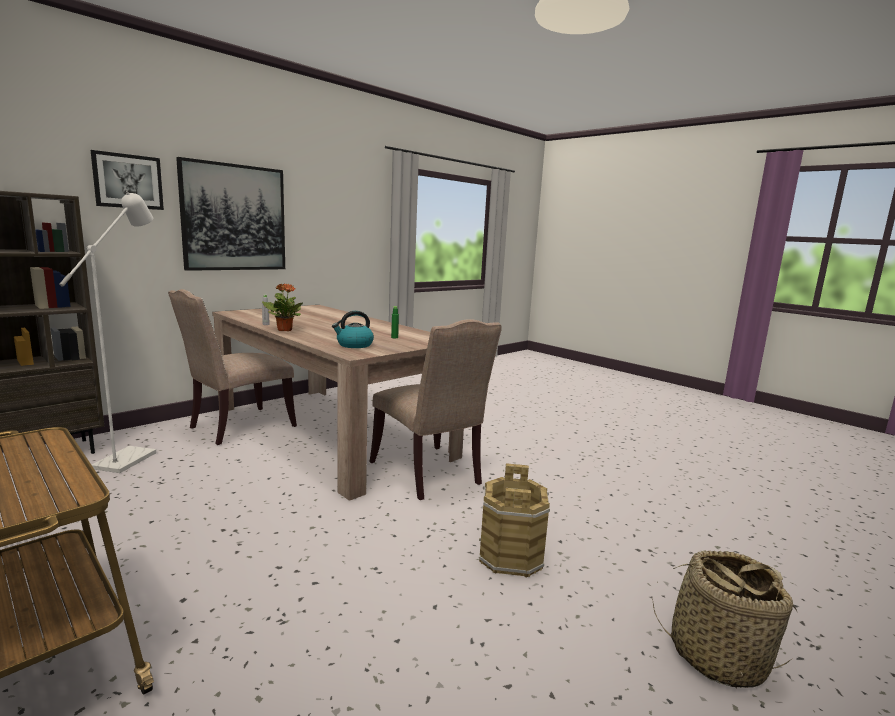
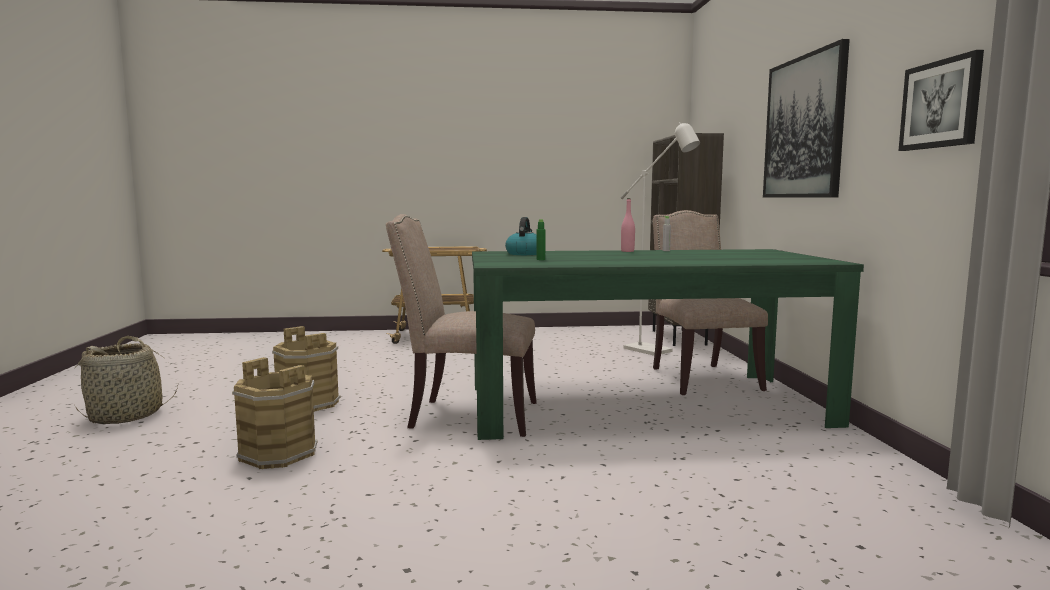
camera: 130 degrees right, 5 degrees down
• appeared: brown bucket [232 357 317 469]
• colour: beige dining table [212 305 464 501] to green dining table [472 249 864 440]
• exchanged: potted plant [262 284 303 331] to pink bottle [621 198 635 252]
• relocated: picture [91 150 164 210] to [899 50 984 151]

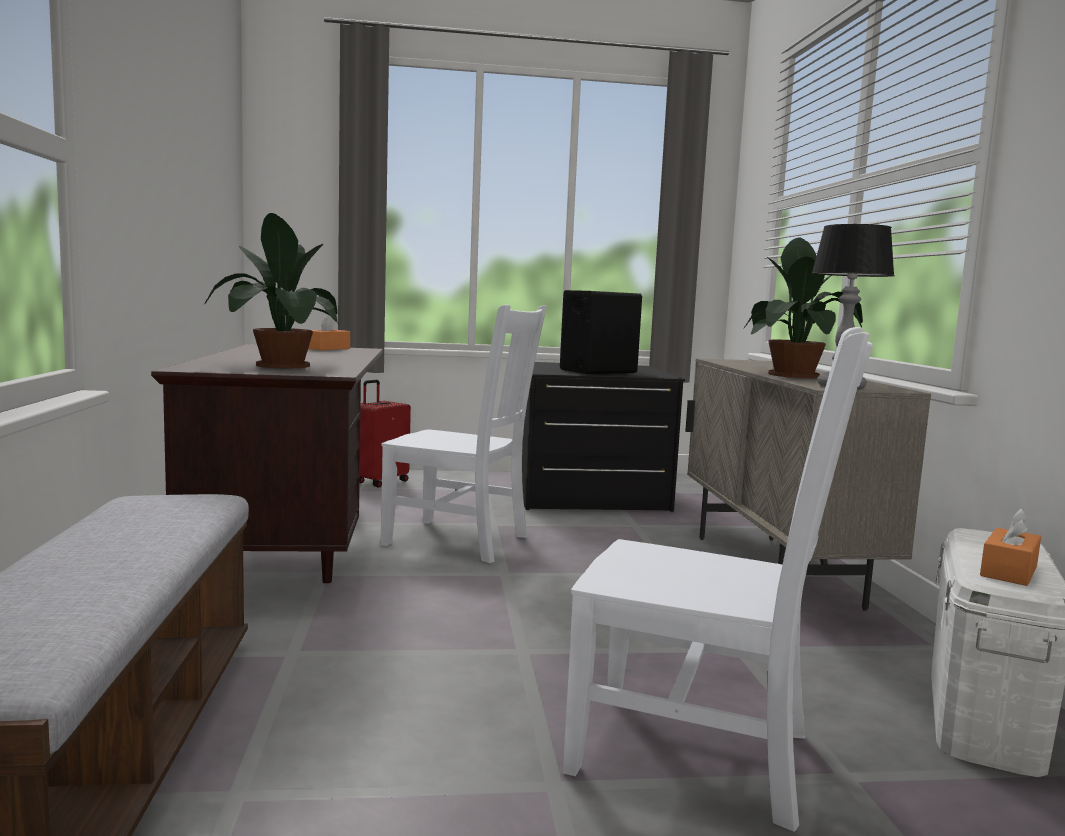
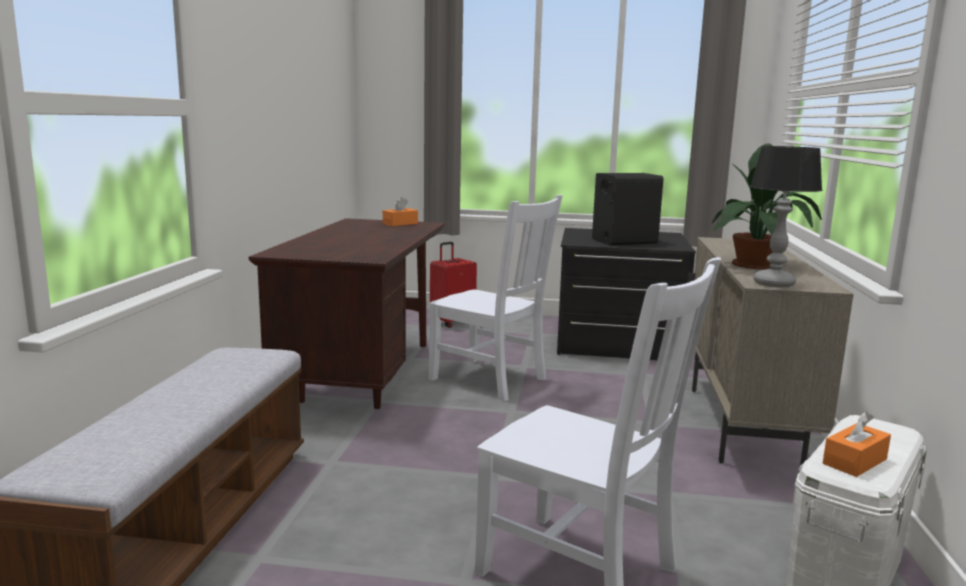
camera: 15 degrees right, 5 degrees up
• missing: potted plant [204 213 339 368]

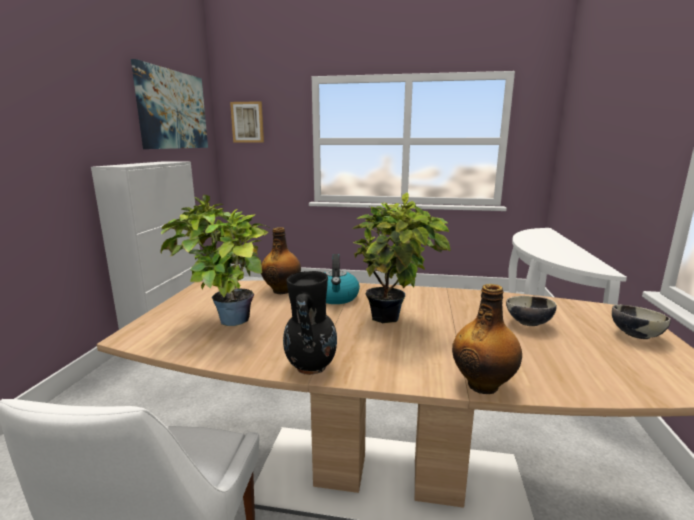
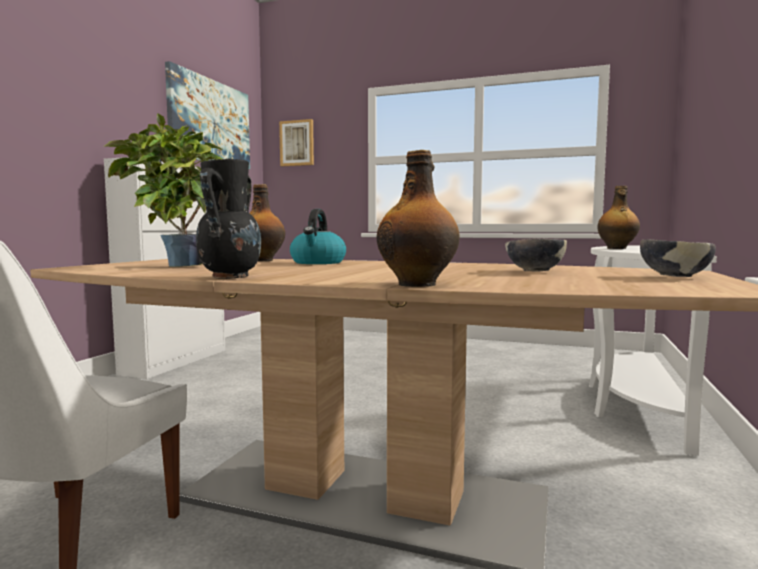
camera: 10 degrees right, 10 degrees down
• appeared: bottle [597 186 640 249]
• missing: potted plant [352 192 451 323]

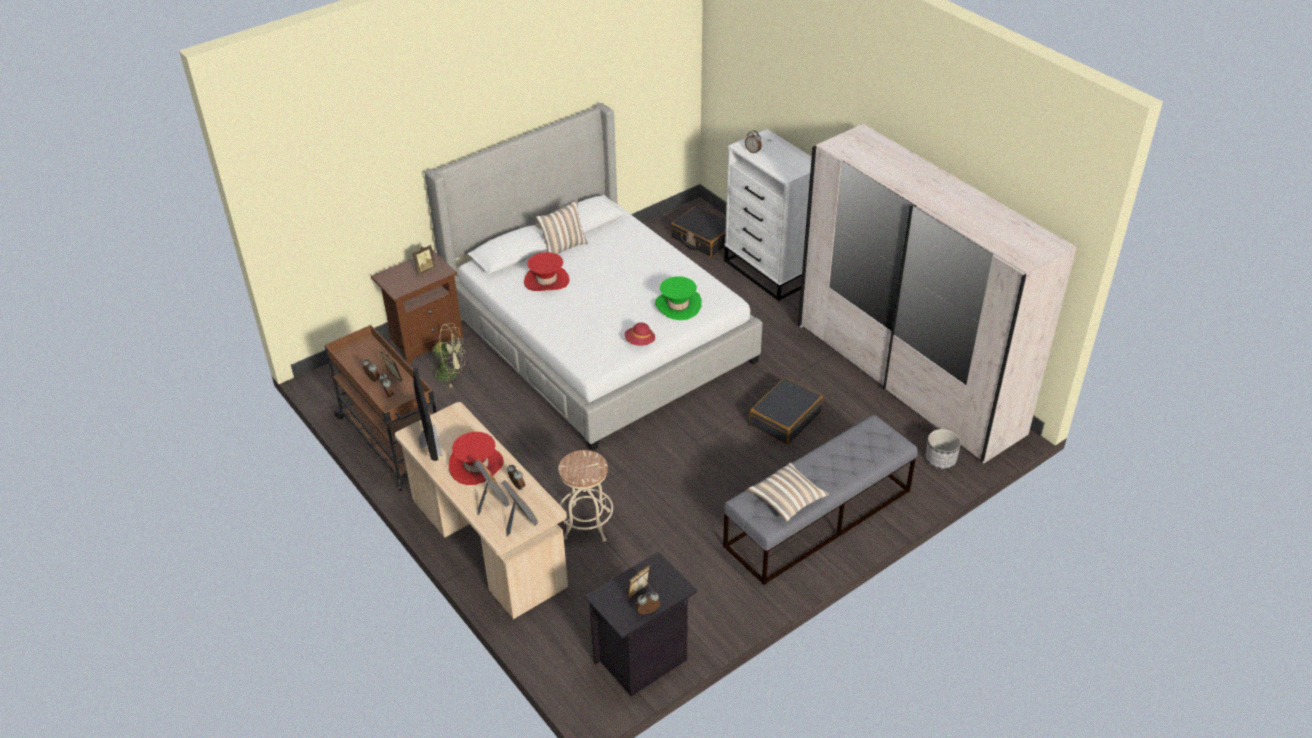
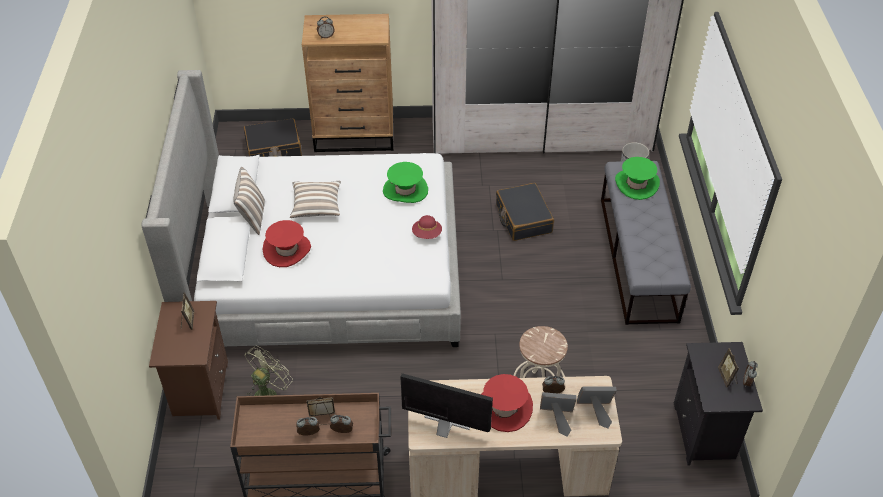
camera: 55 degrees left, 5 degrees up
• relocated: pillow [747 462 829 522] to [290 181 341 218]
• colour: white dresser [724 129 812 301] to brown dresser [302 14 394 152]
• appeared: green hat [615 157 660 200]

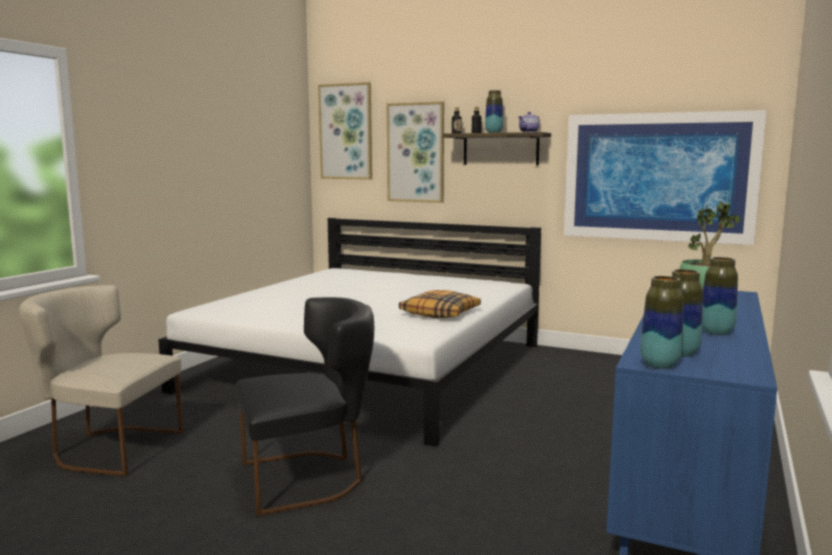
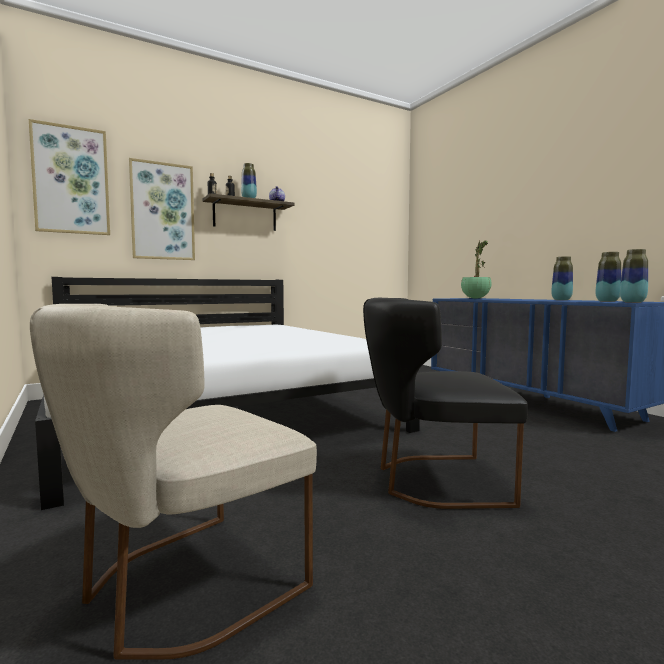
camera: 55 degrees left, 5 degrees down
• spun: black chair [236 297 374 516] = [363 298 528 509] 105 degrees counterclockwise
• missing: pillow [399 290 481 318]
• missing: picture [564 110 767 245]

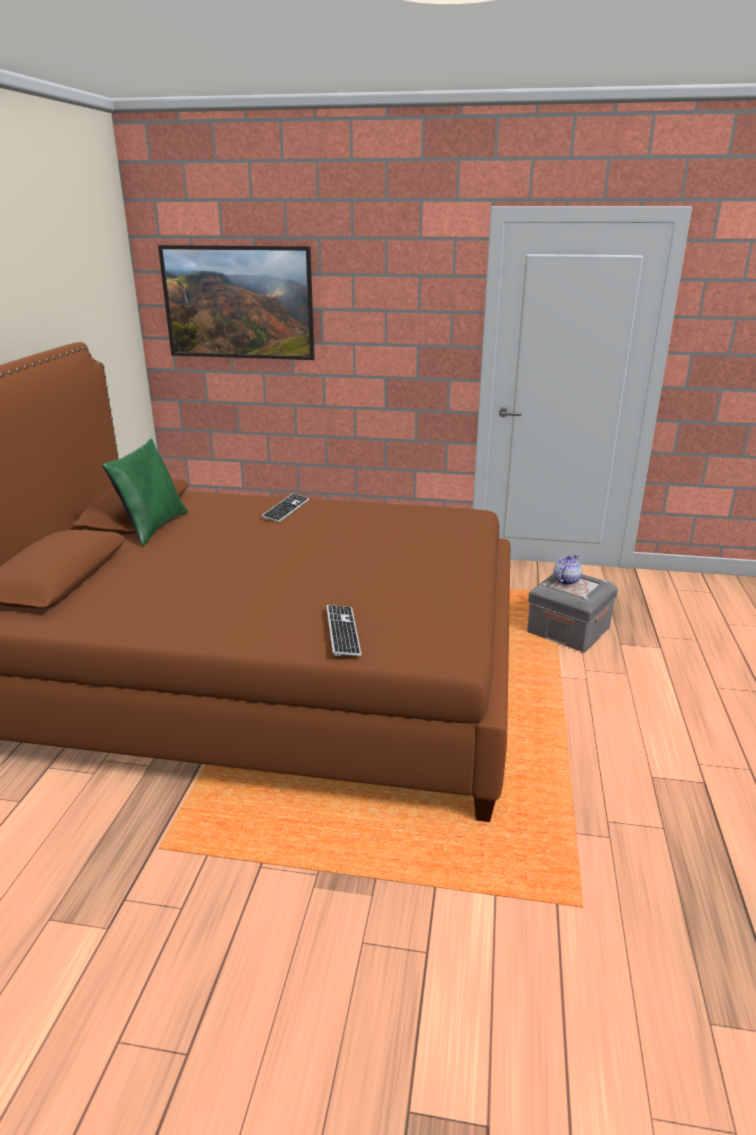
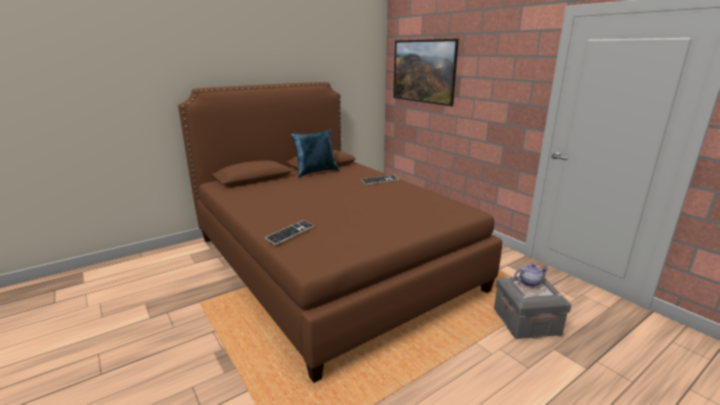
camera: 45 degrees right, 5 degrees down
• colour: green pillow [102 439 188 546] to blue pillow [291 129 339 177]

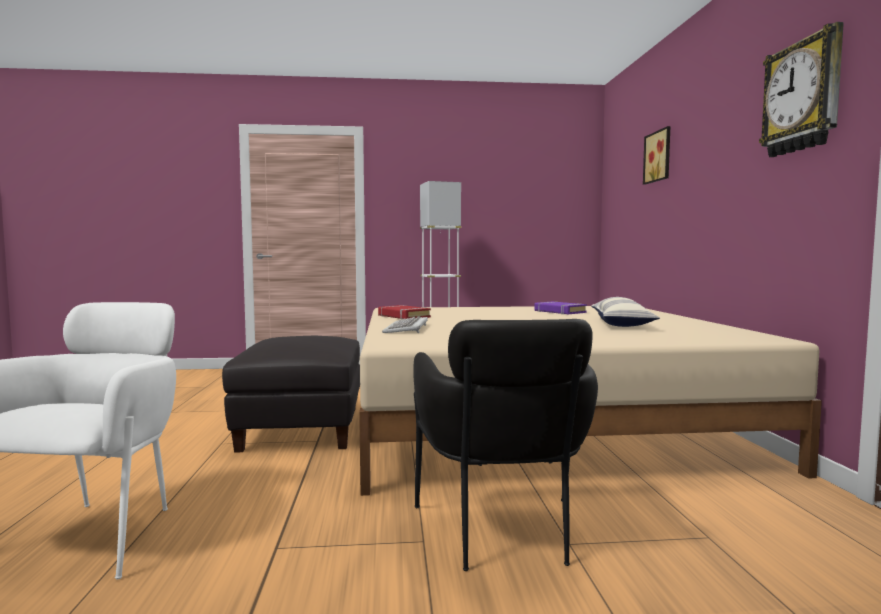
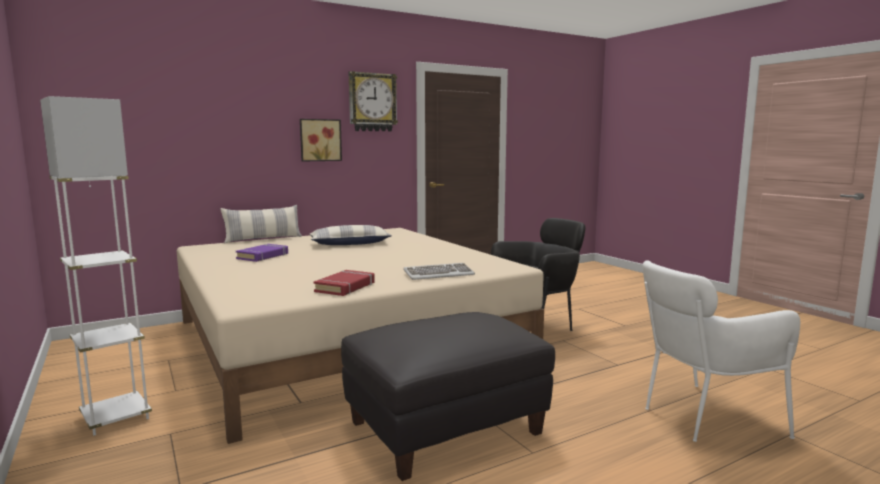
camera: 115 degrees left, 5 degrees up
• appeared: pillow [220 205 302 243]
• relocated: picture [643 126 670 184] to [300 119 342 162]

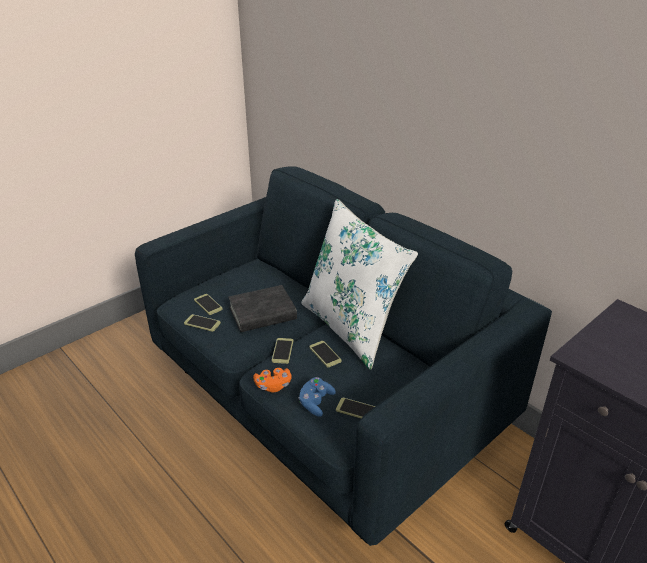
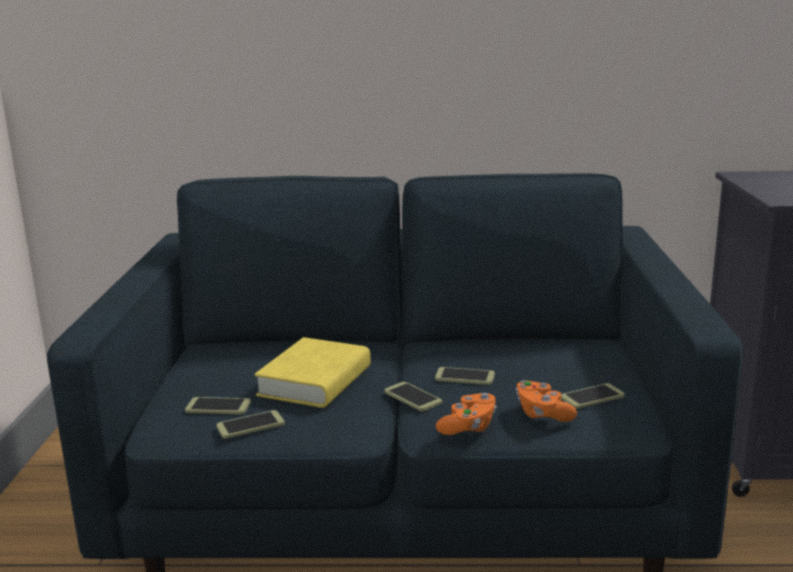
camera: 45 degrees left, 15 degrees down
• colour: black book [228 285 297 332] to yellow book [254 337 371 408]
• colour: blue game controller [299 377 336 417] to orange game controller [516 380 577 422]
• missing: white pillow [301 199 418 370]

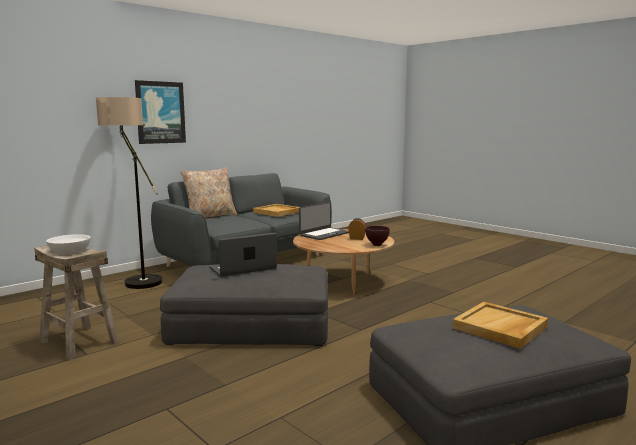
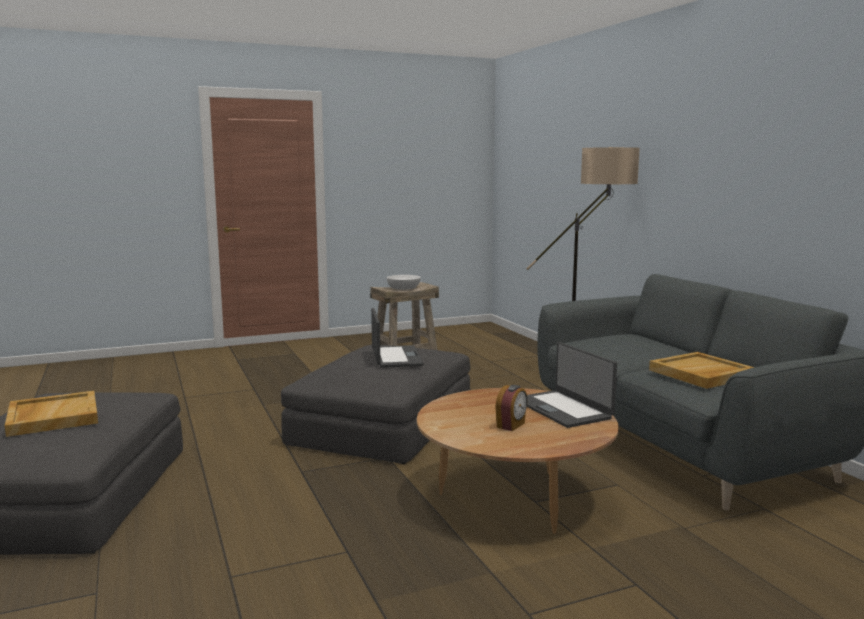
camera: 110 degrees right, 0 degrees up
• missing: picture [135 80 186 144]
• missing: beige pillow [180 167 238 218]
• missing: brown bowl [365 226 390 246]

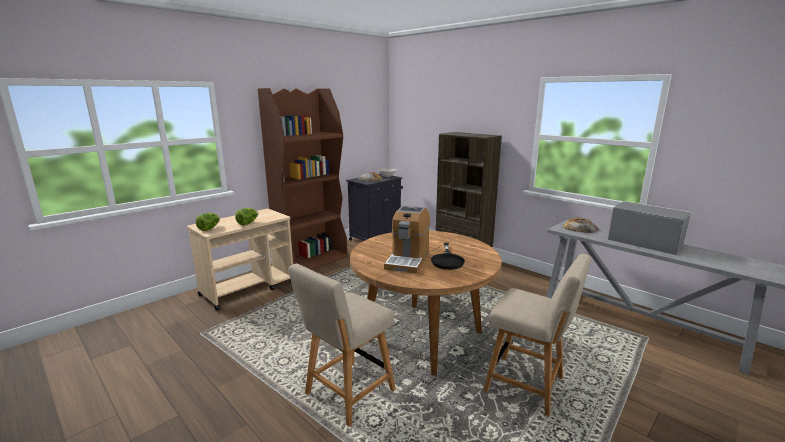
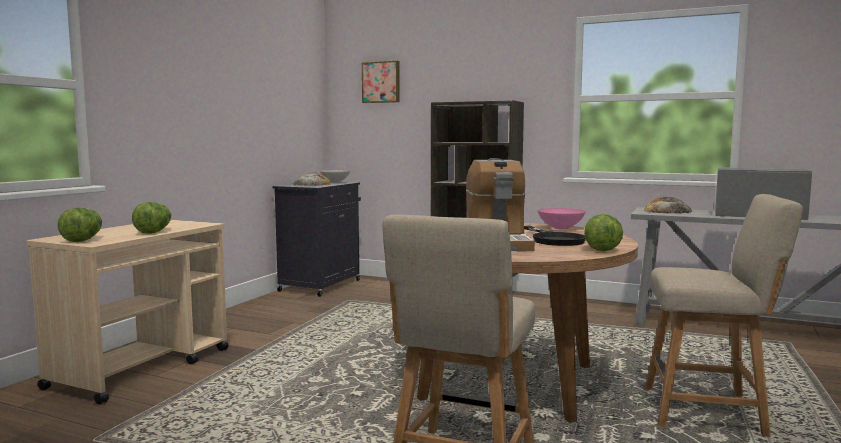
camera: 20 degrees left, 10 degrees down
• appeared: picture [362 61 400 103]
• appeared: pink bowl [538 208 586 229]
• appeared: lettuce [584 214 623 251]
• missing: brown bookcase [258 88 348 270]

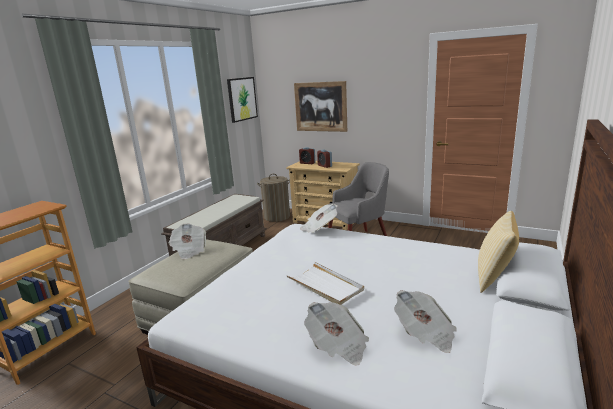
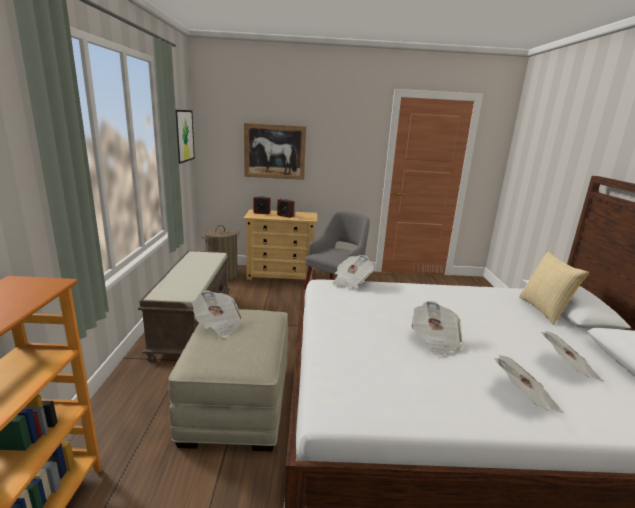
camera: 30 degrees left, 0 degrees up
• exchanged: white tray [286 262 364 305] to newspaper [411 301 463 356]

